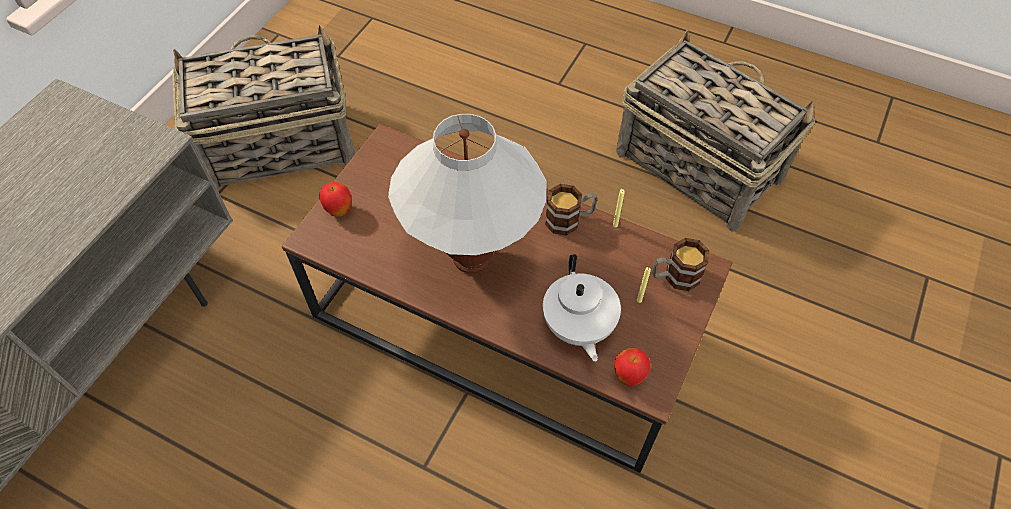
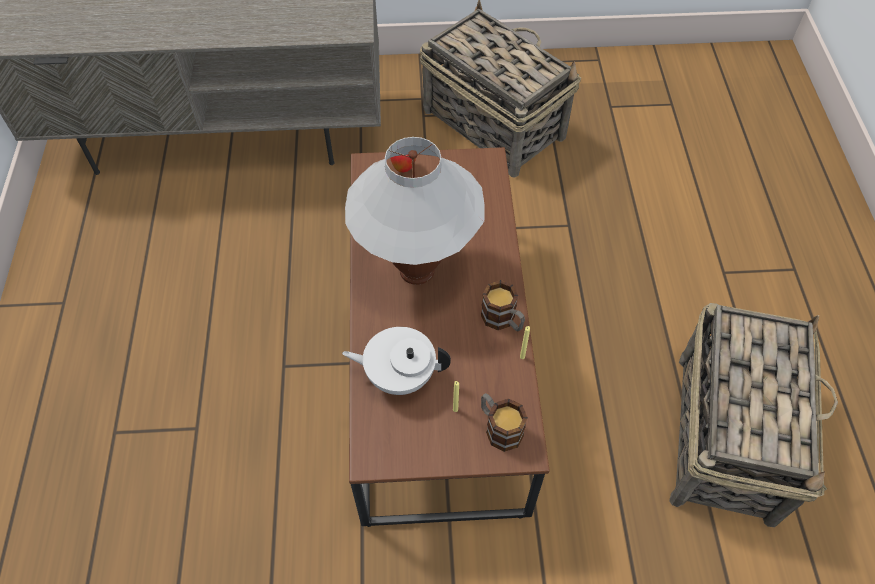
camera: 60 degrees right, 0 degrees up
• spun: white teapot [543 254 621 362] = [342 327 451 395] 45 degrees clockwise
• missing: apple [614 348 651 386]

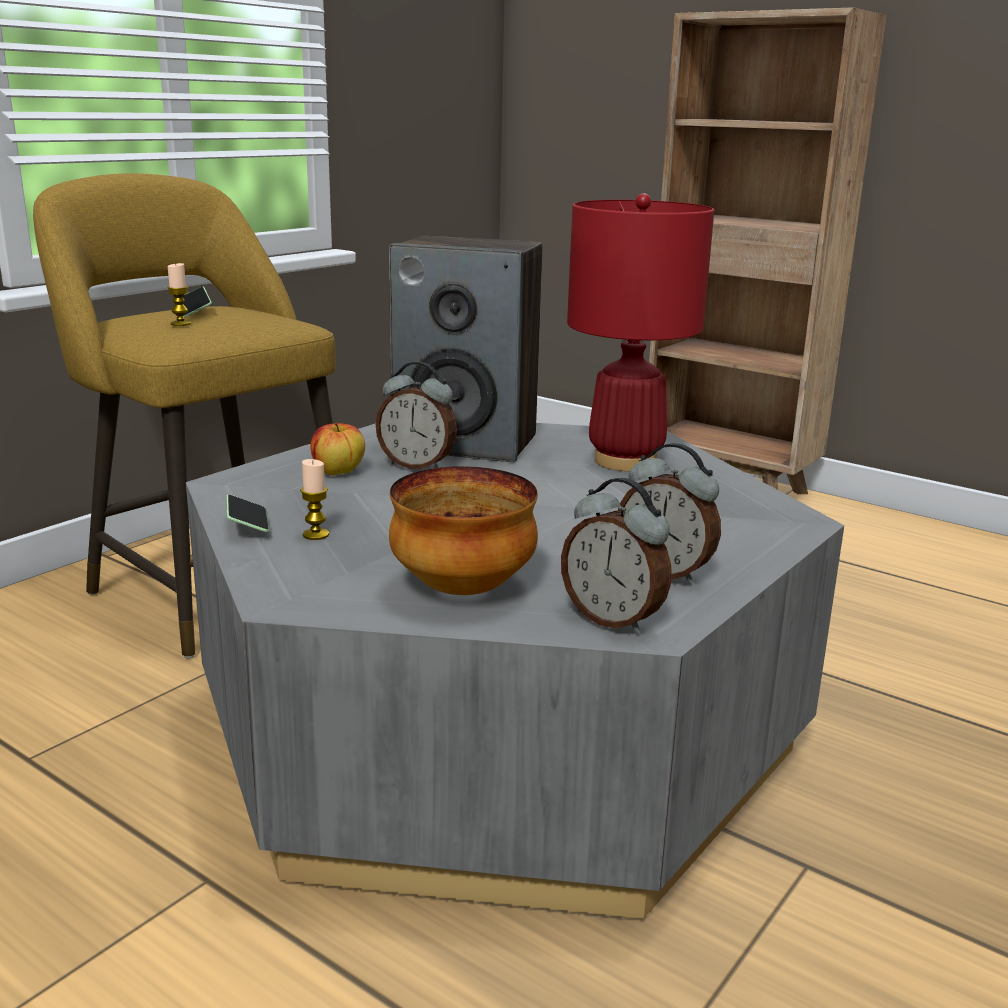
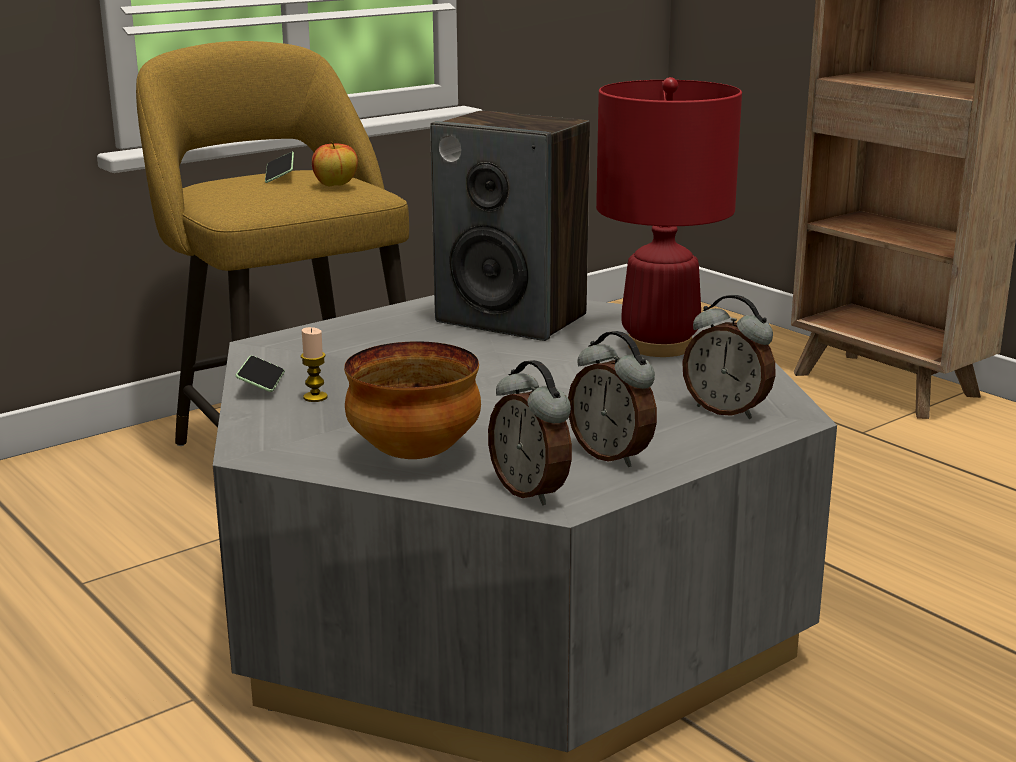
camera: 15 degrees right, 0 degrees up
• relocated: apple [310 423 365 475] to [312 141 358 186]
• relocated: alarm clock [376 362 457 469] to [682 295 776 419]
• missing: candle [167 263 191 326]

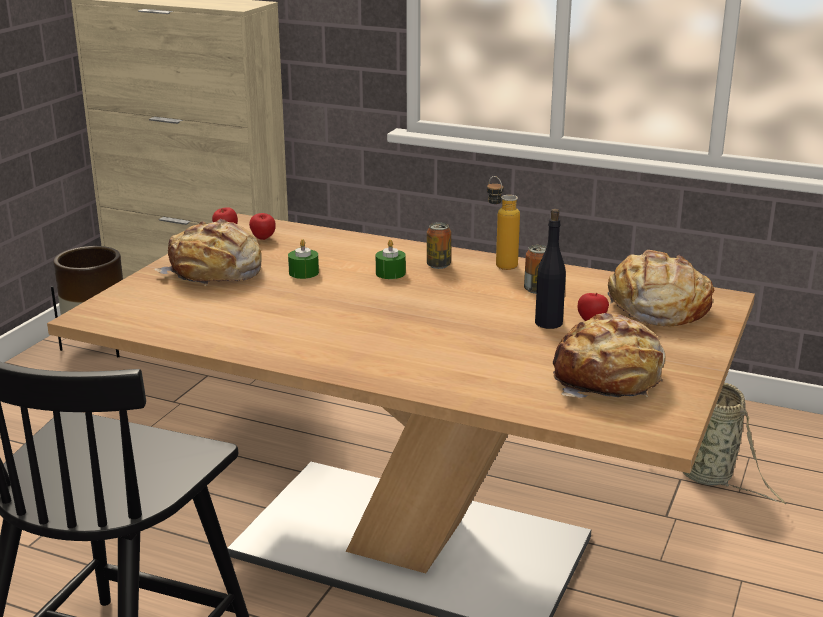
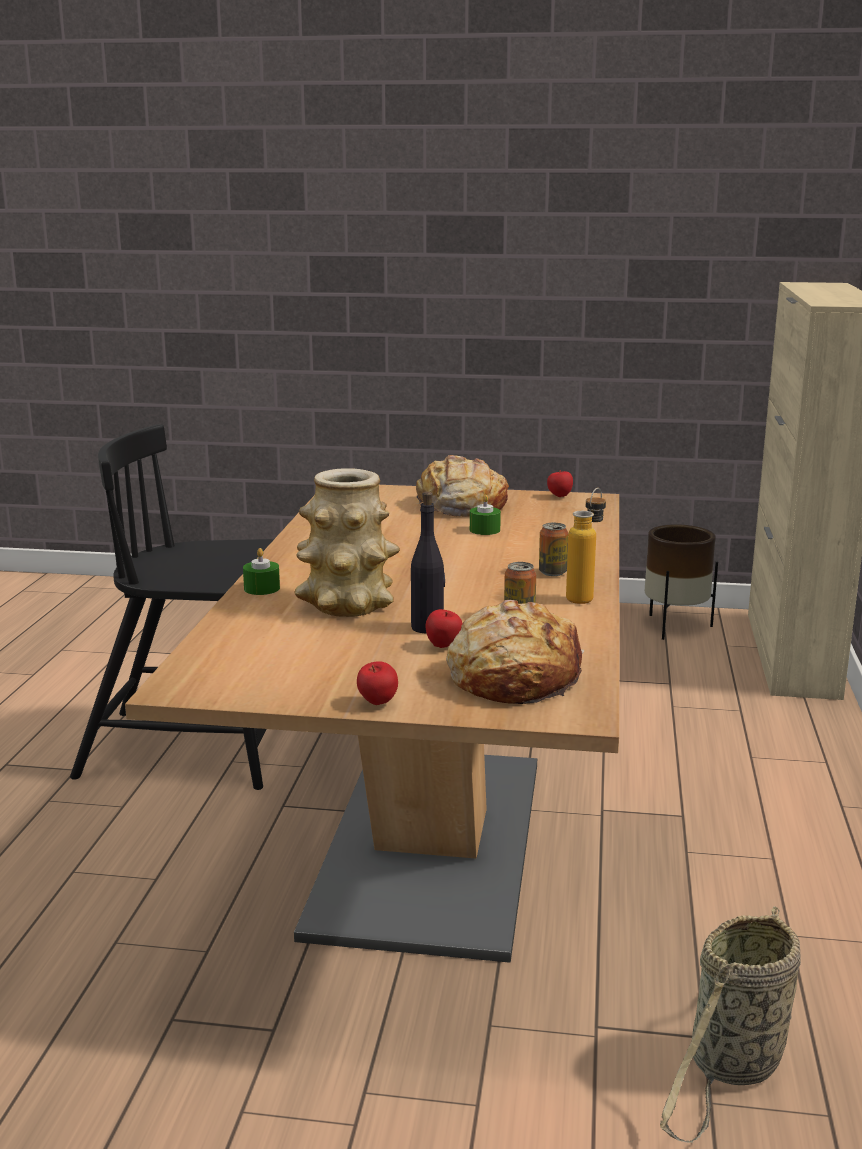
camera: 75 degrees right, 5 degrees down
• relocated: green candle [376 239 406 279] to [243 548 280 595]
• appeared: vase [295 468 400 617]
• relocated: apple [249 213 276 240] to [357 661 398 705]
• missing: bread [553 313 665 398]

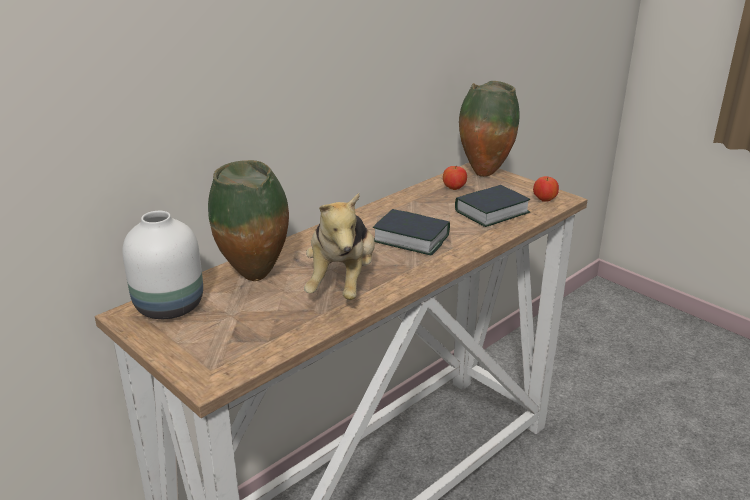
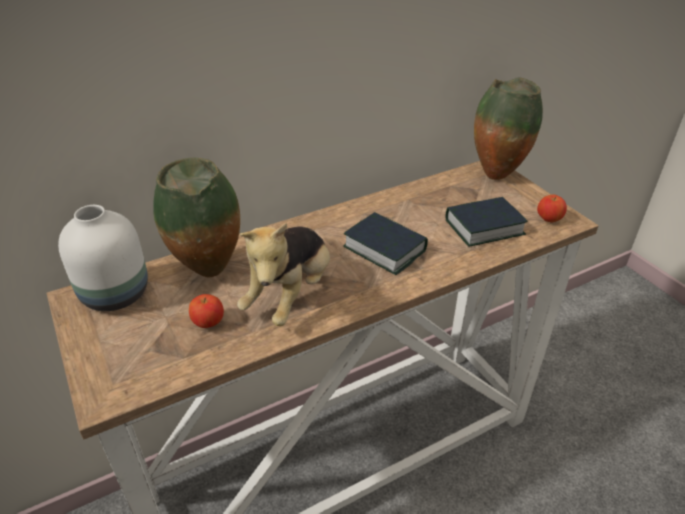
camera: 15 degrees right, 10 degrees up
• relocated: apple [443 166 467 190] to [189 294 224 328]

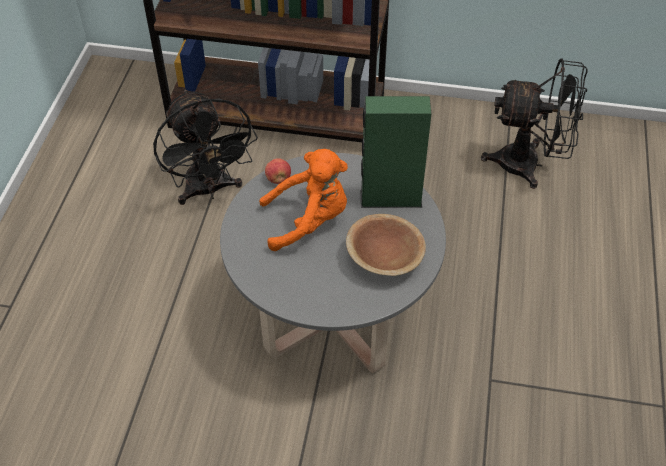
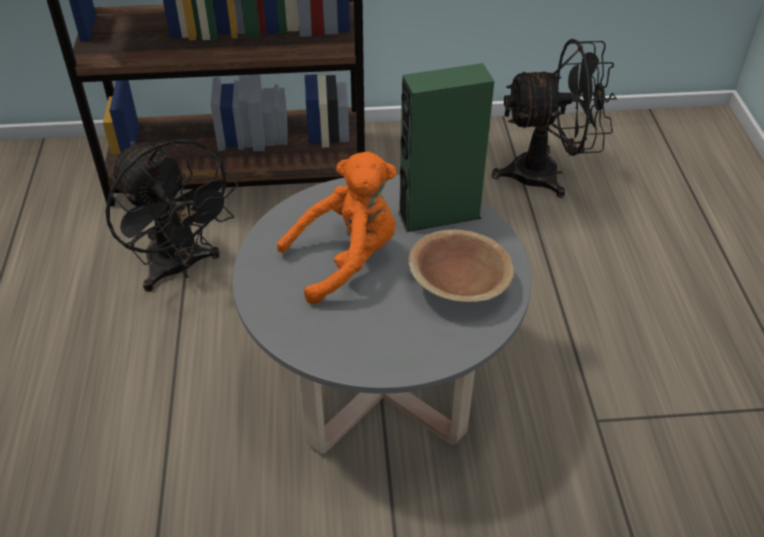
camera: 15 degrees left, 5 degrees down
• missing: apple [265 158 291 184]

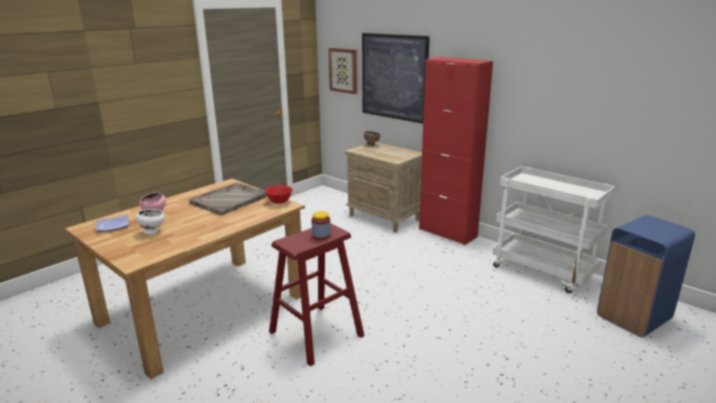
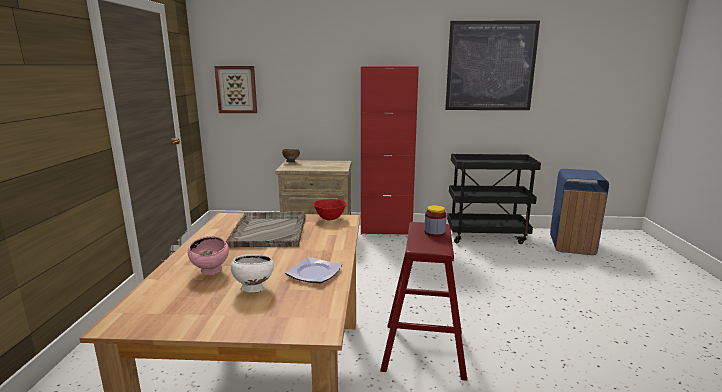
camera: 40 degrees left, 5 degrees down
• relocated: plate [96 215 130 232] to [285 257 342 283]
• relocated: picture [362 33 430 124] to [445 20 540 110]
• colour: white cart [493 166 615 293] to black cart [447 154 541 244]

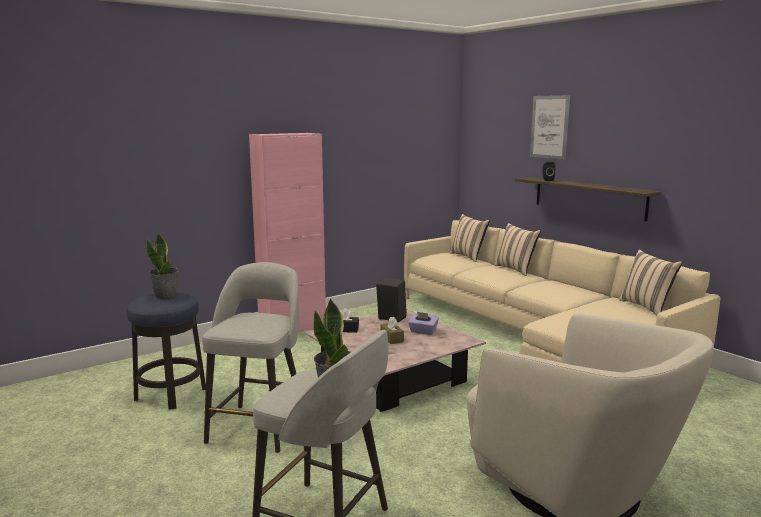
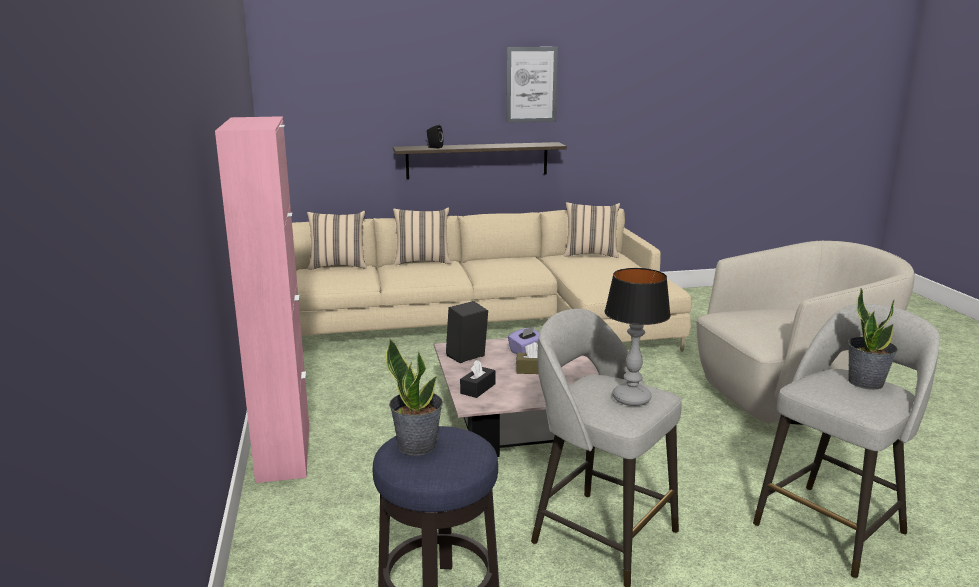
camera: 65 degrees left, 5 degrees up
• relocated: picture [530 95 570 160] to [506 47 558 123]
• appeared: table lamp [604 268 671 406]

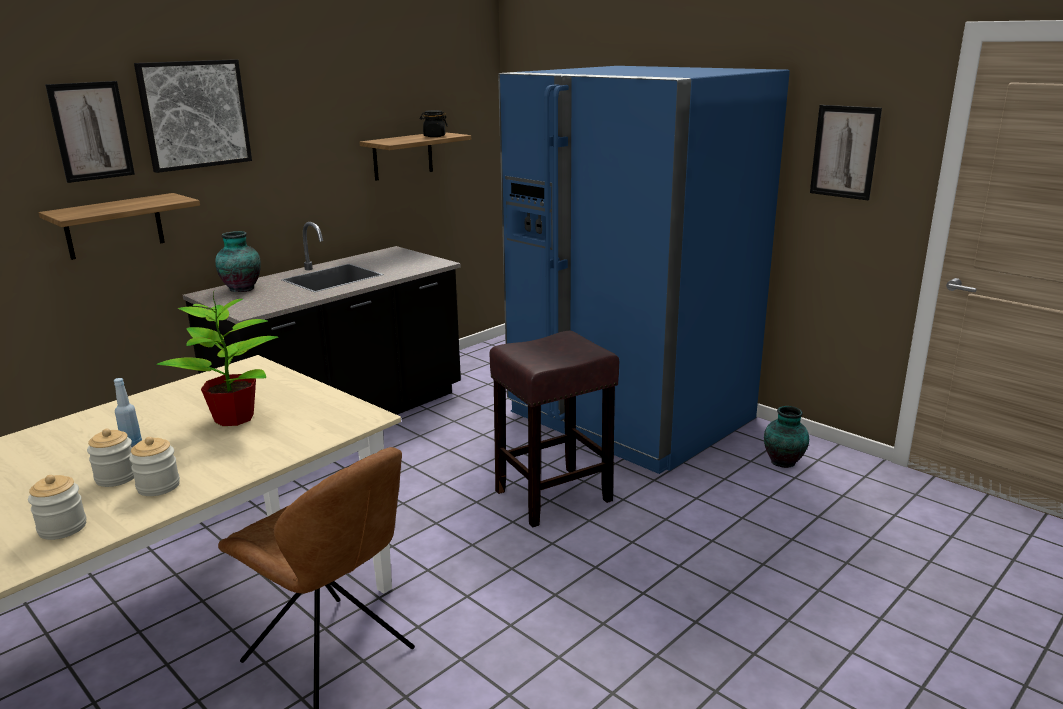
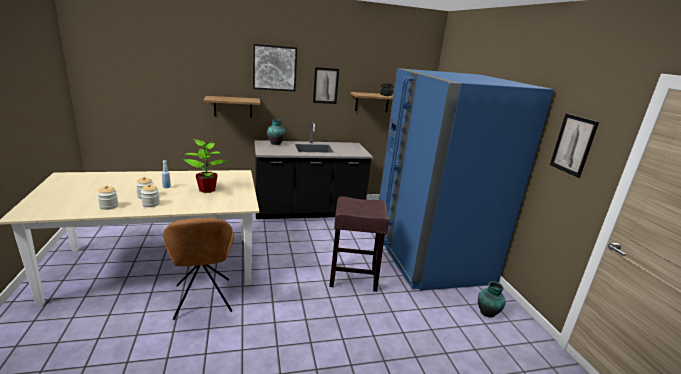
camera: 30 degrees right, 0 degrees up
• relocated: picture [45 81 135 183] to [313 67 339 104]

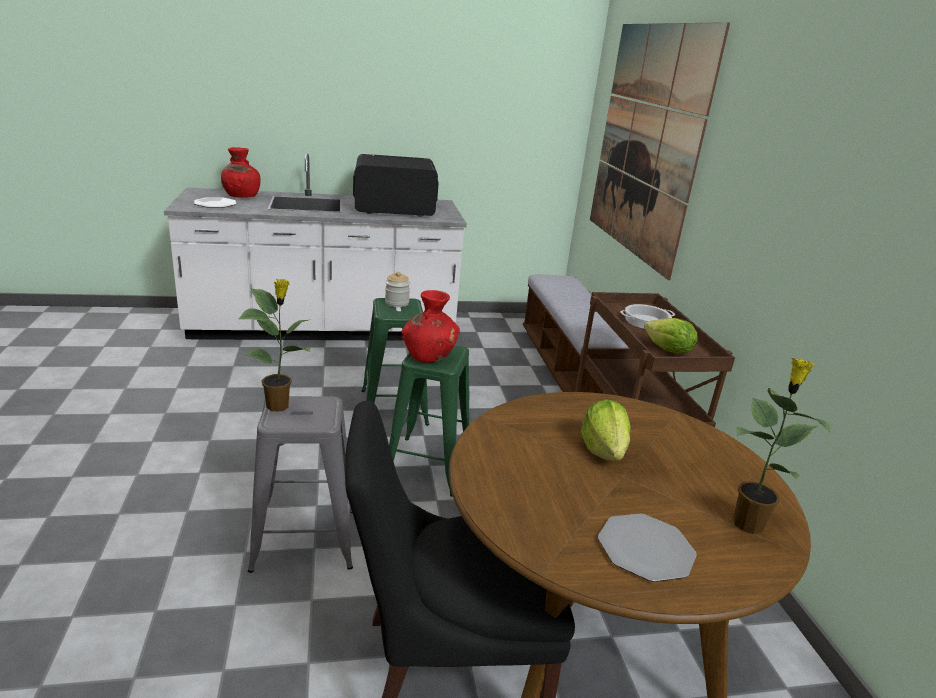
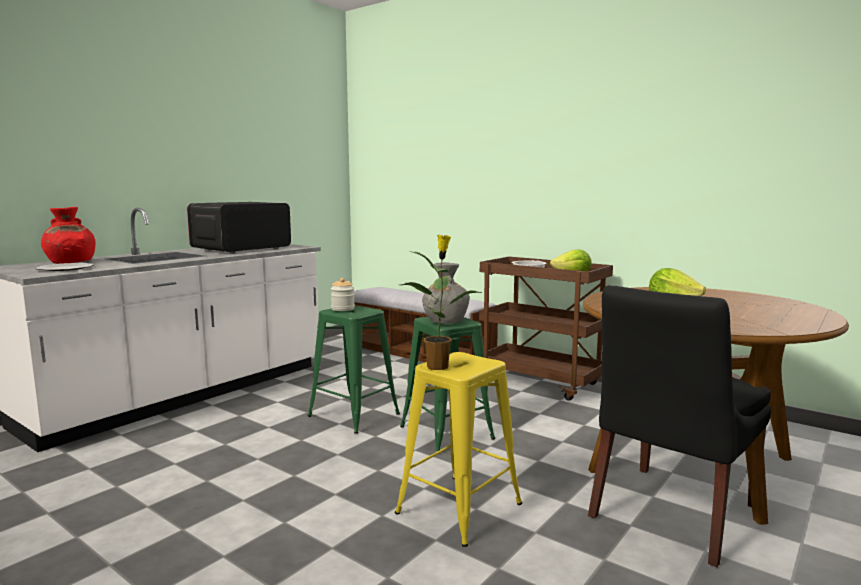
camera: 40 degrees left, 15 degrees down
• colour: grey stool [248 396 353 573] to yellow stool [395 352 522 547]
• colour: red vase [402 290 460 363] to grey vase [422 262 470 324]
• missing: picture [590 22 730 280]
• missing: plate [598 514 697 582]
• missing: potted plant [733 358 831 534]

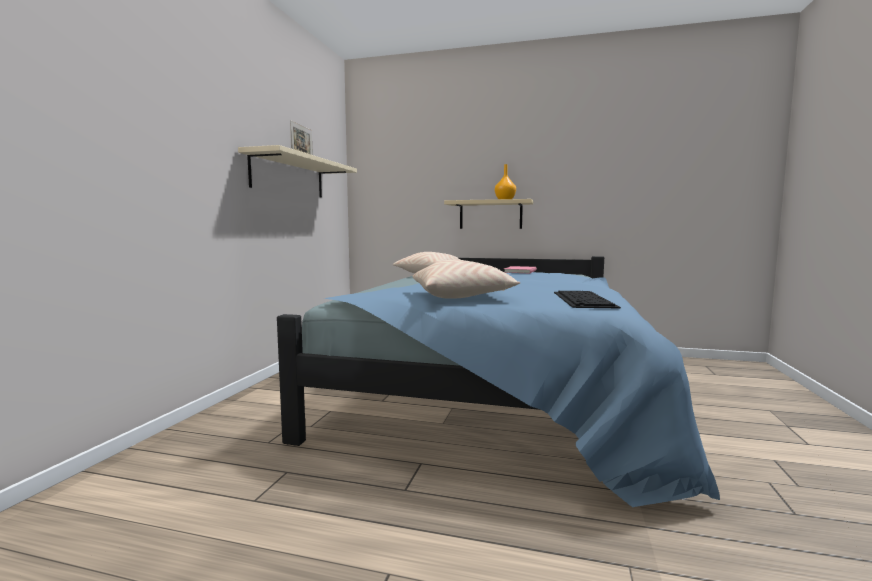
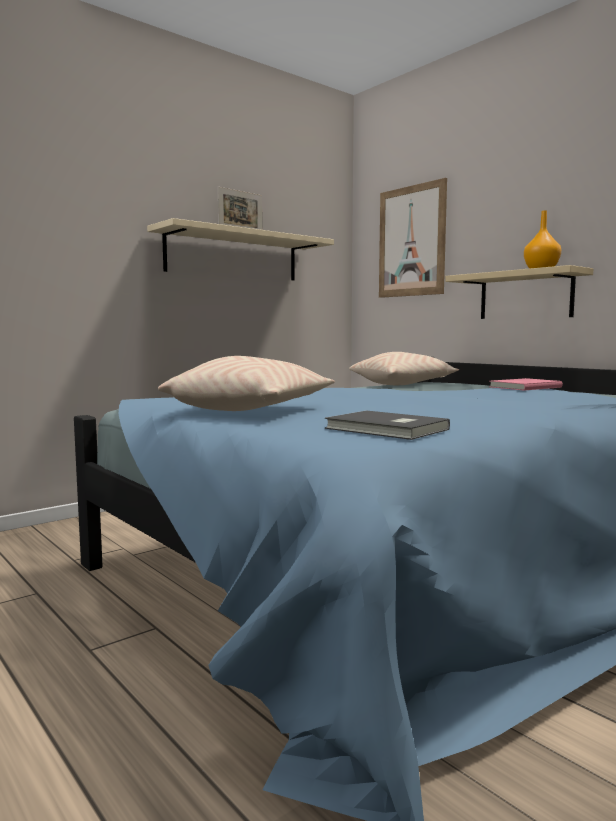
camera: 35 degrees right, 0 degrees up
• exchanged: keyboard [554 291 621 309] to grey book [325 411 450 440]
• appeared: picture [379 178 447 298]

